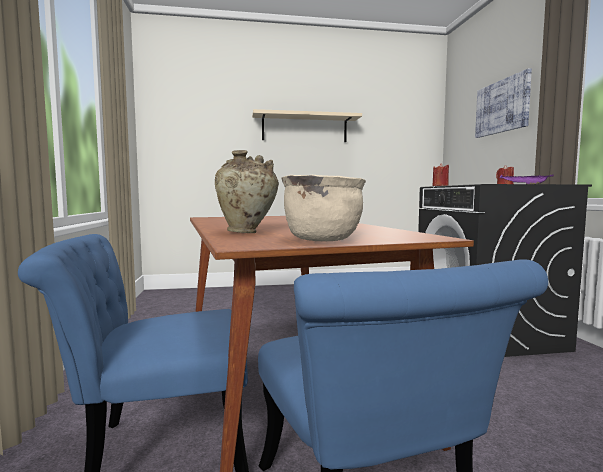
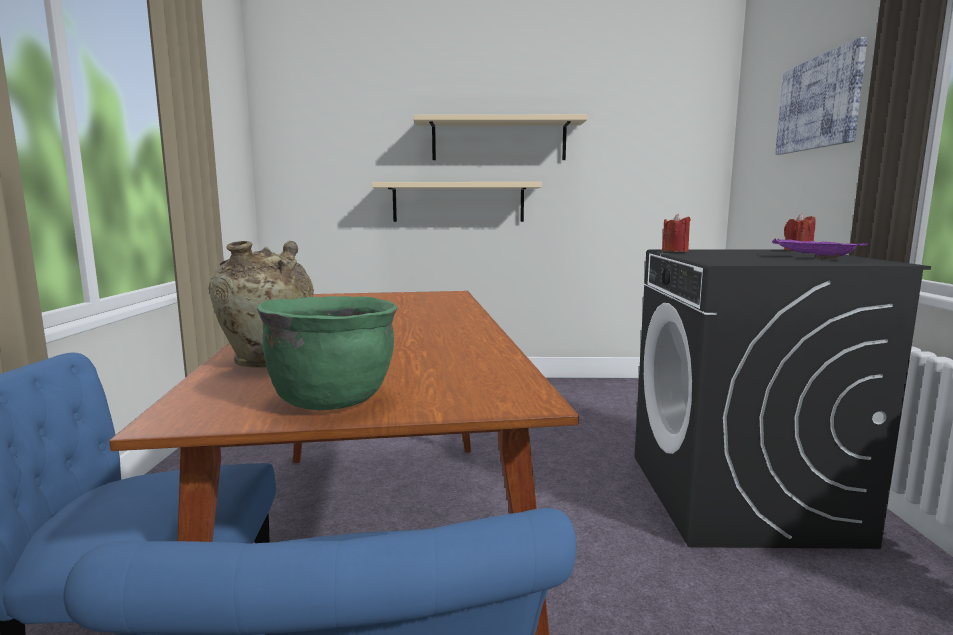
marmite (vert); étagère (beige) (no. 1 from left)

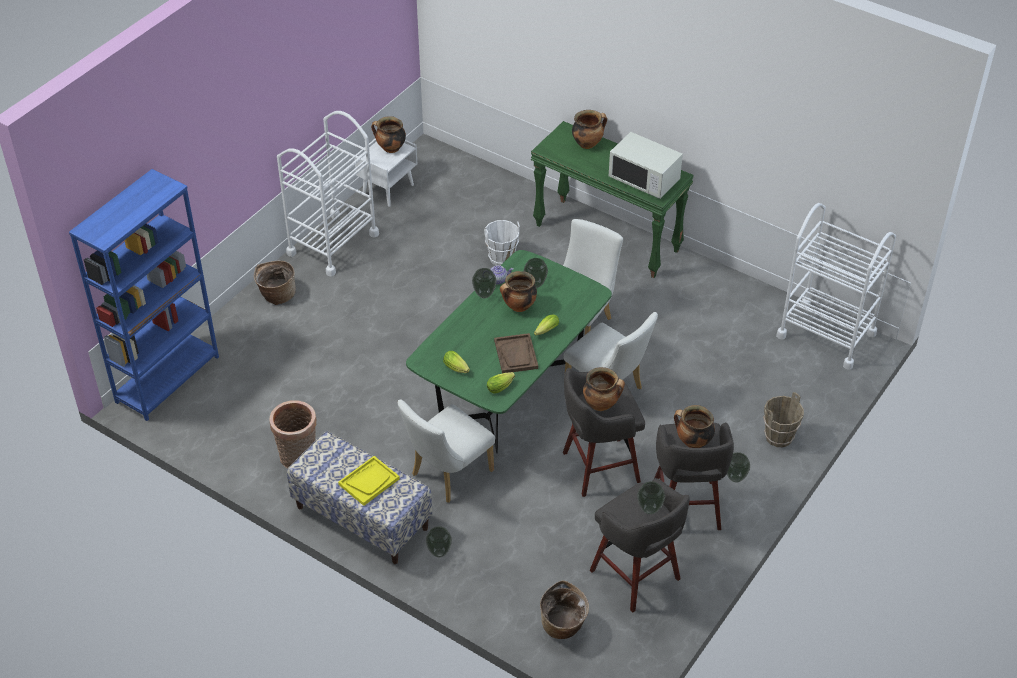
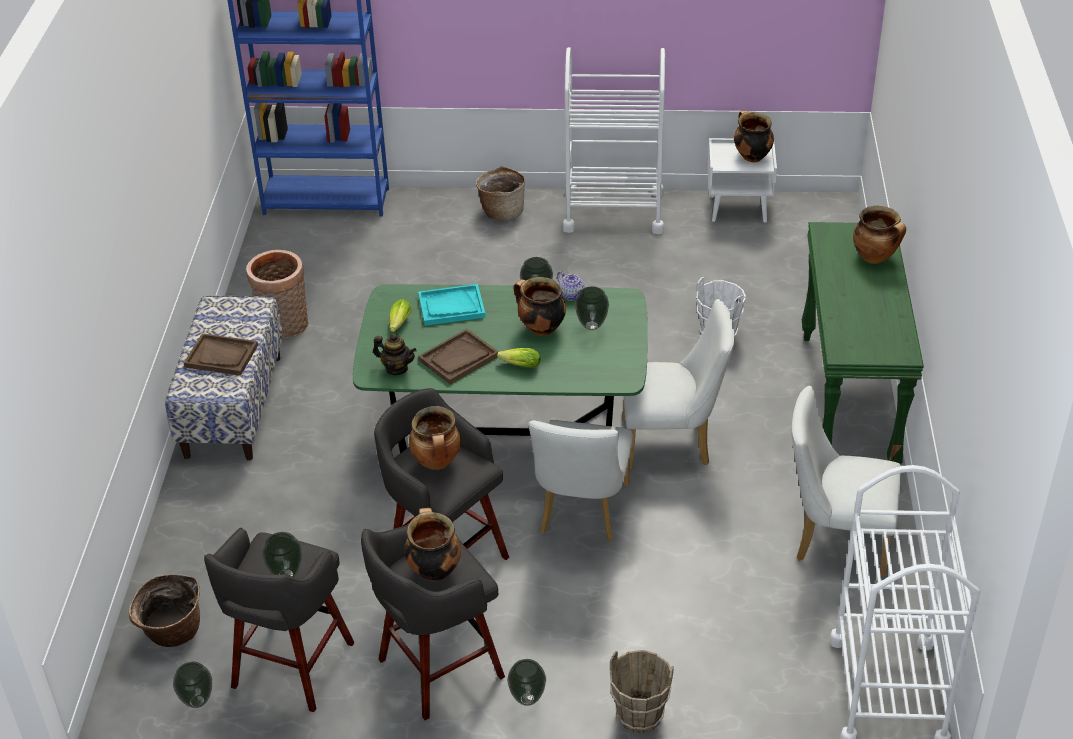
micro-ondes (blanc); théière (no. 1 from left); chaise (blanc) (no. 3 from left); plateau (marron) (no. 1 from left); vase (no. 1 from left); plateau (turquoise)

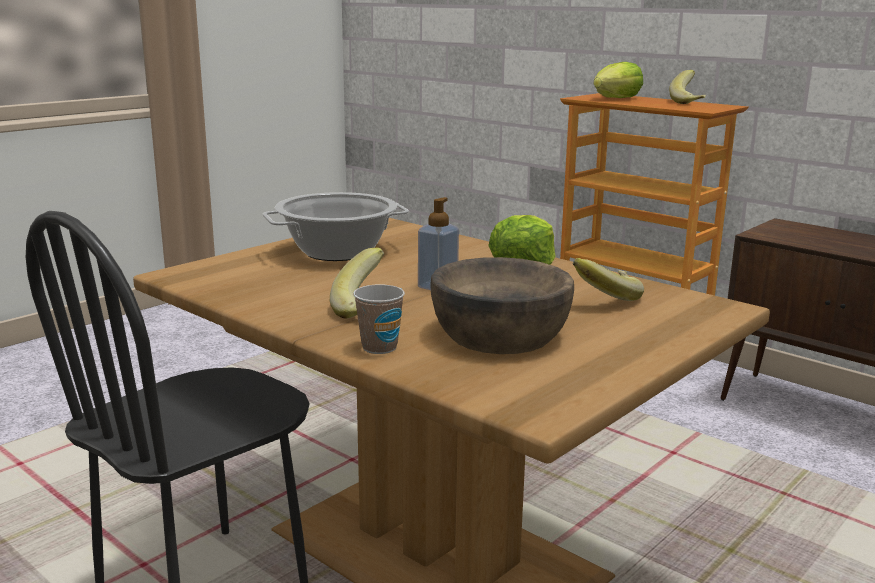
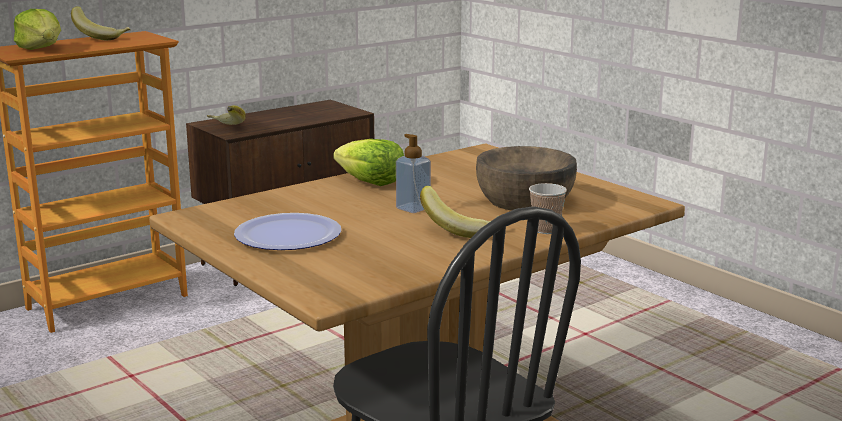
assiette; banane (no. 2 from left)

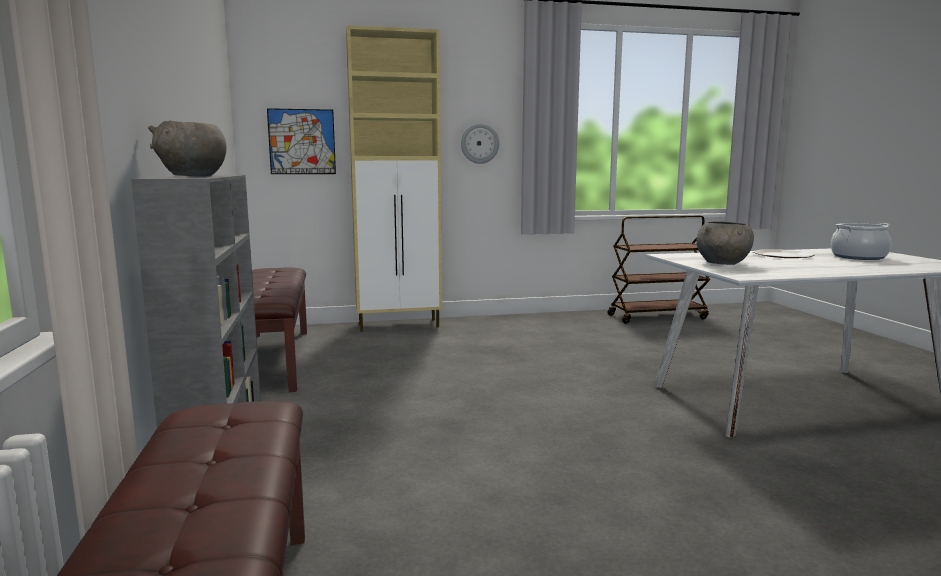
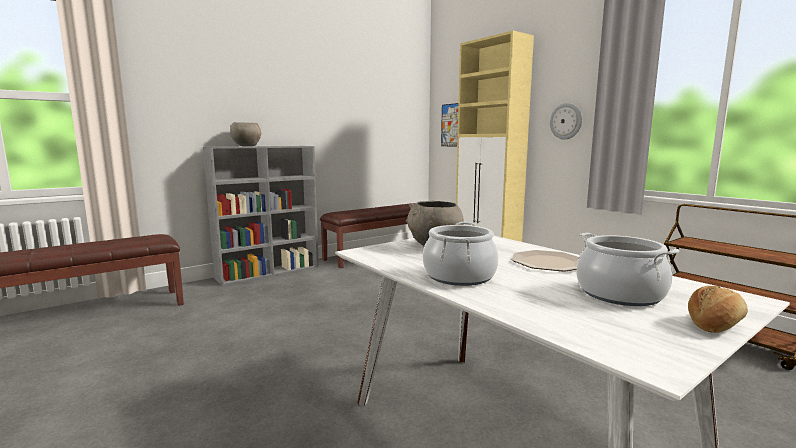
marmite (no. 1 from left); pain

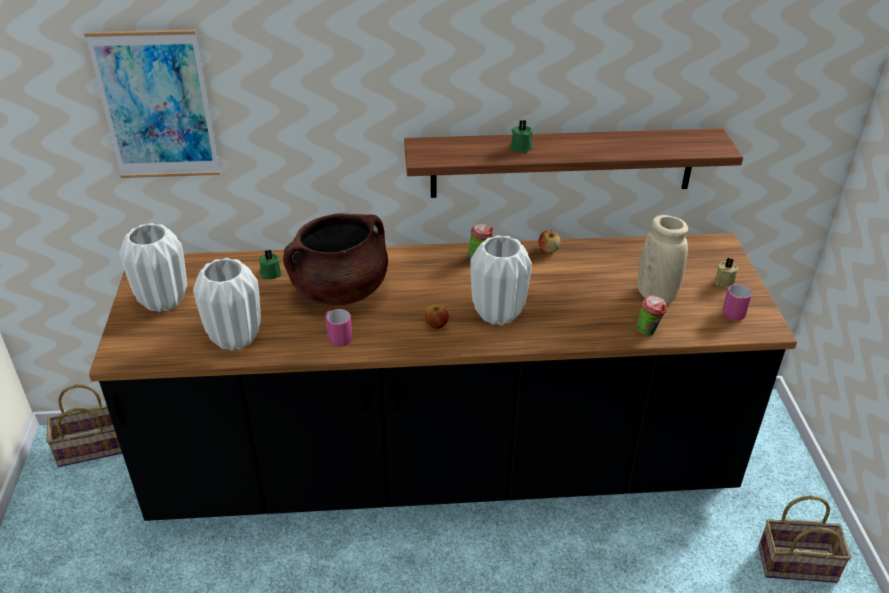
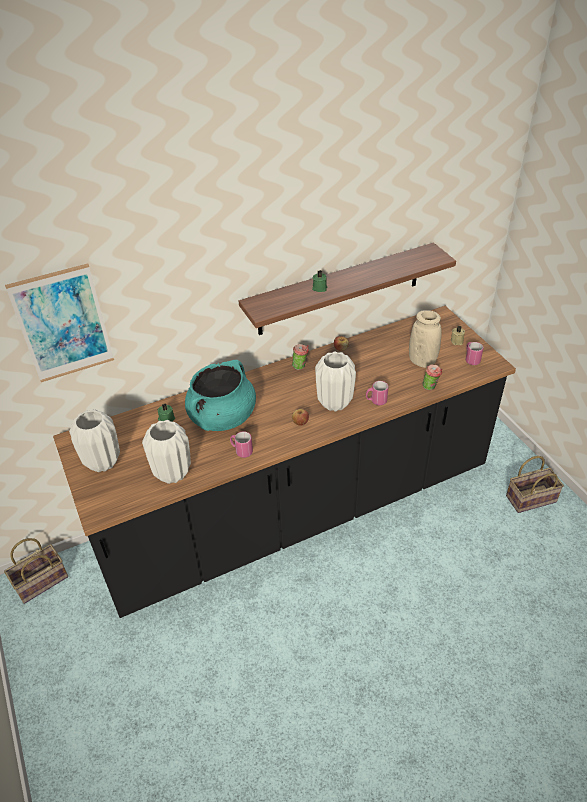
marmite (turquoise); mug (rose) (no. 2 from left)

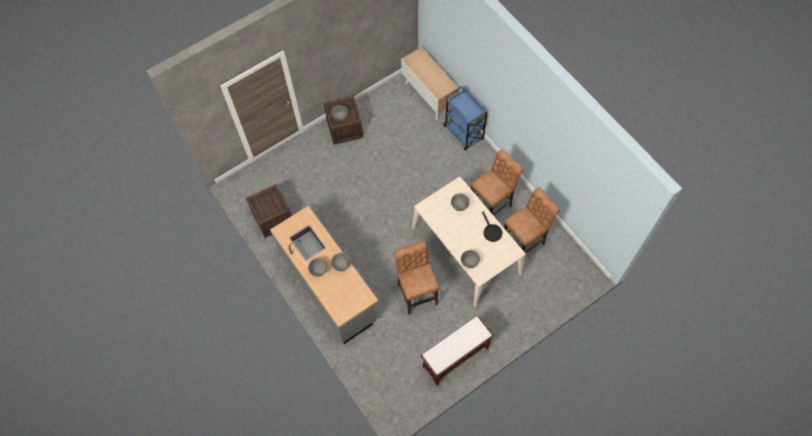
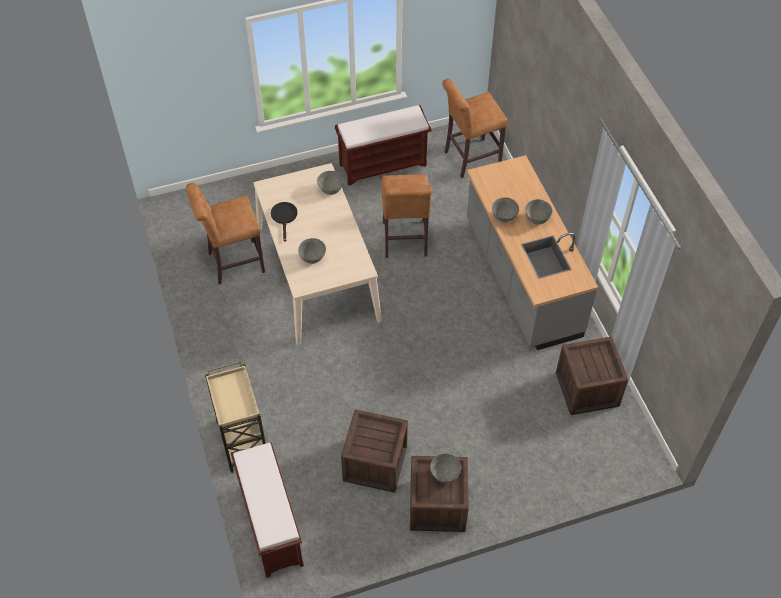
banc (marron) (no. 1 from left); chariot (beige); tabouret (marron) (no. 3 from left); caisse (no. 1 from left)

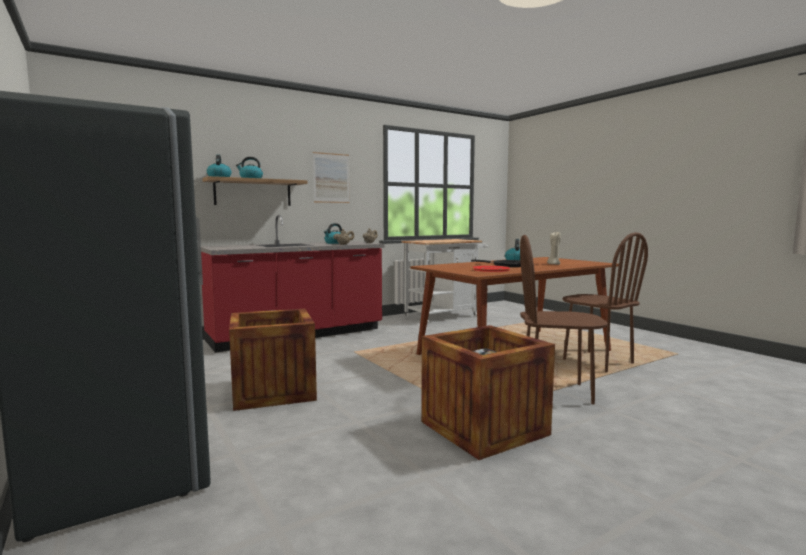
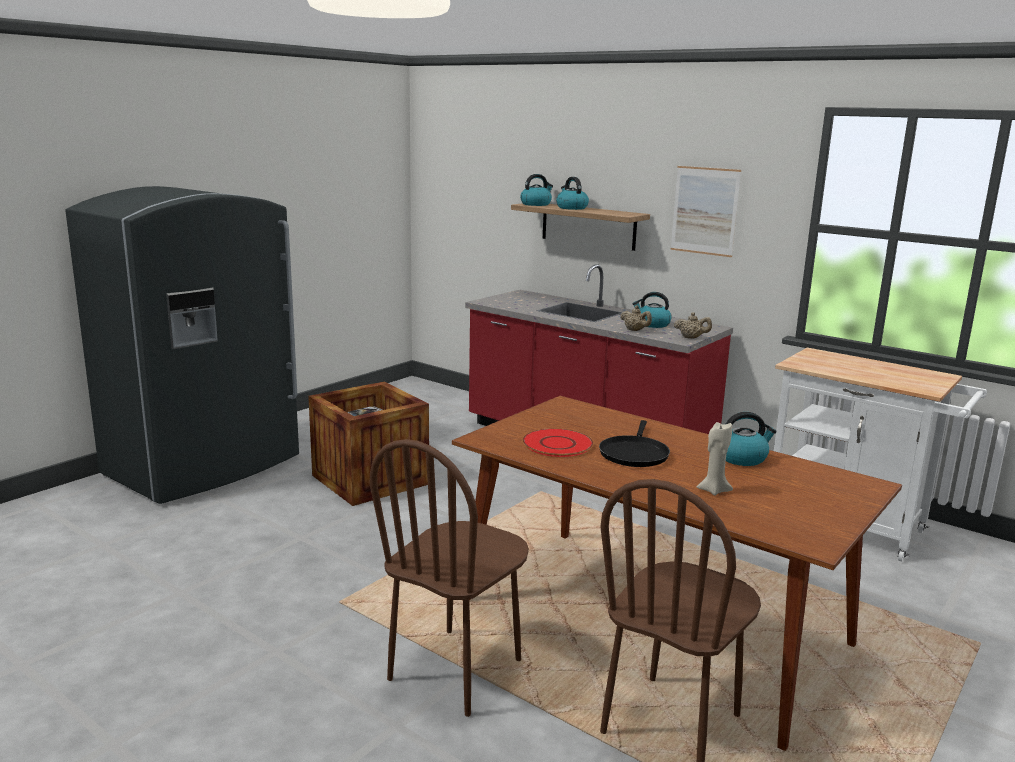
chaise (marron) (no. 1 from left); caisse (no. 2 from left in the first image)

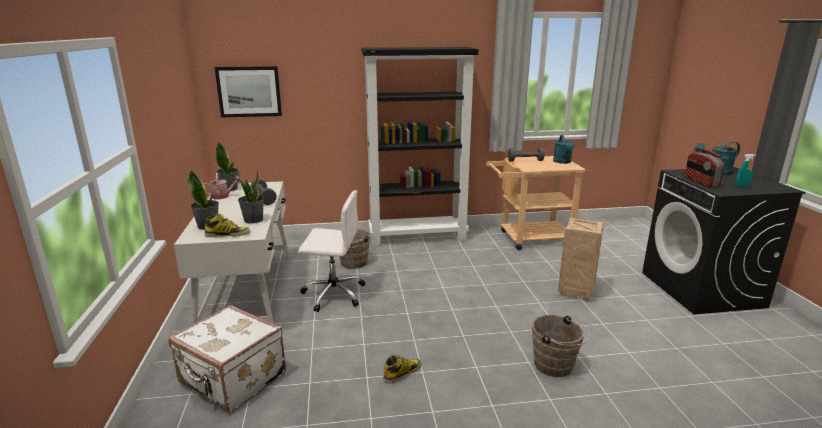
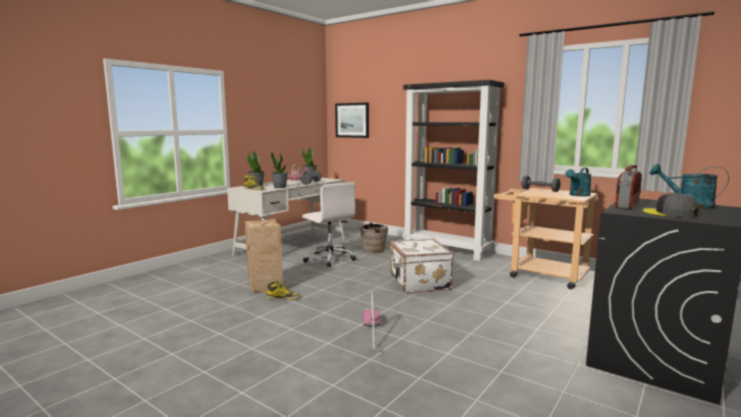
casquette (gris); caisse; valise (blanc); aspirateur

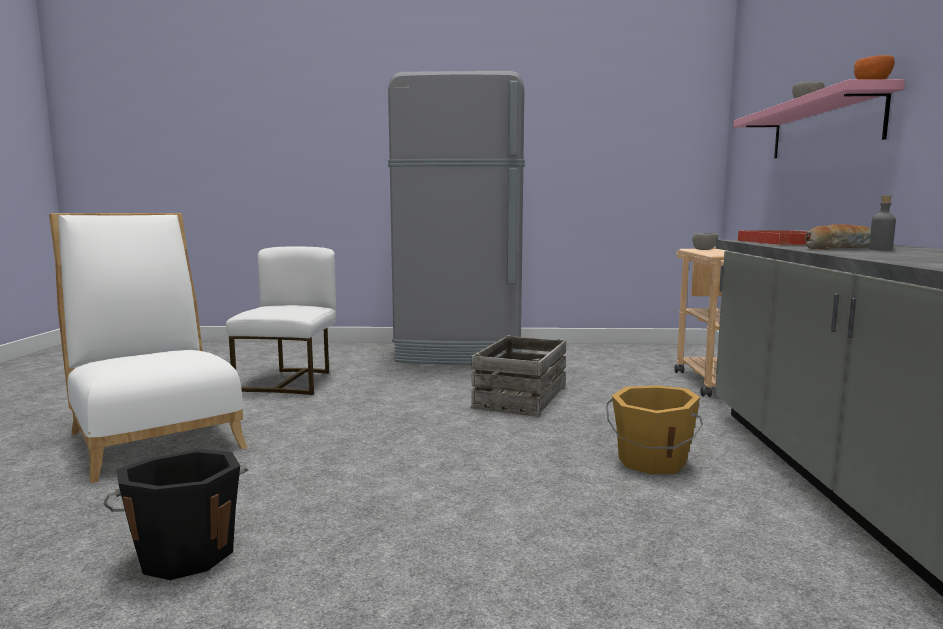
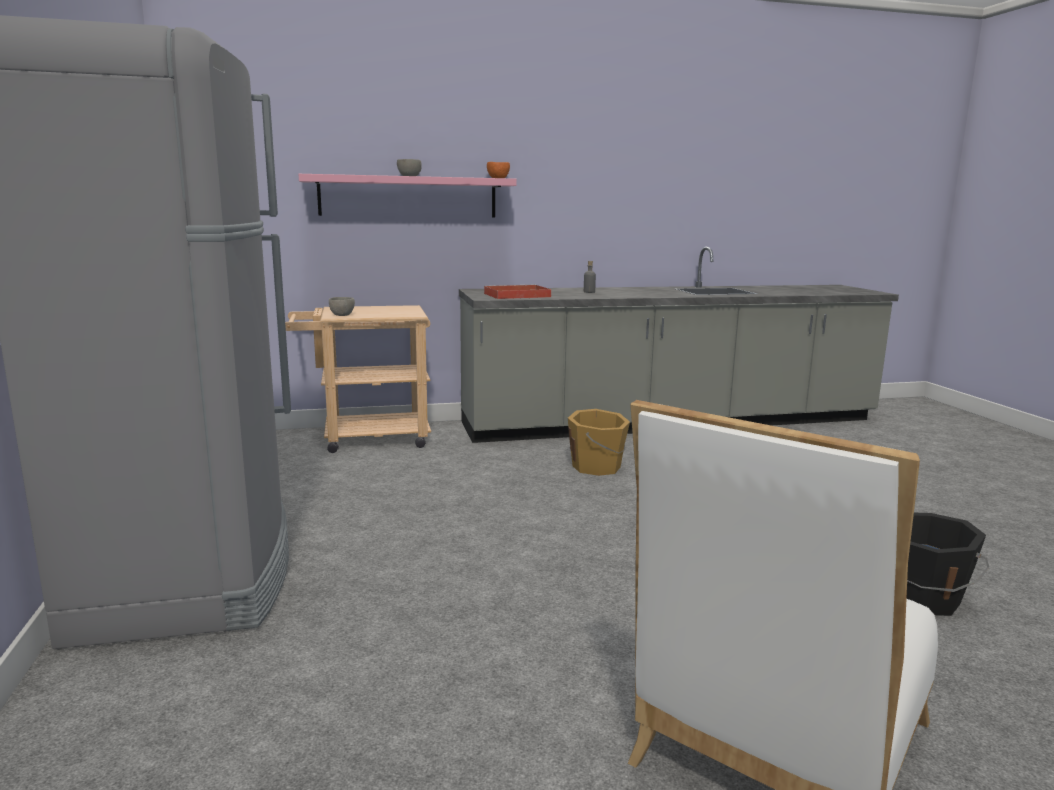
pain; chaise (blanc) (no. 2 from left in the first image); caisse

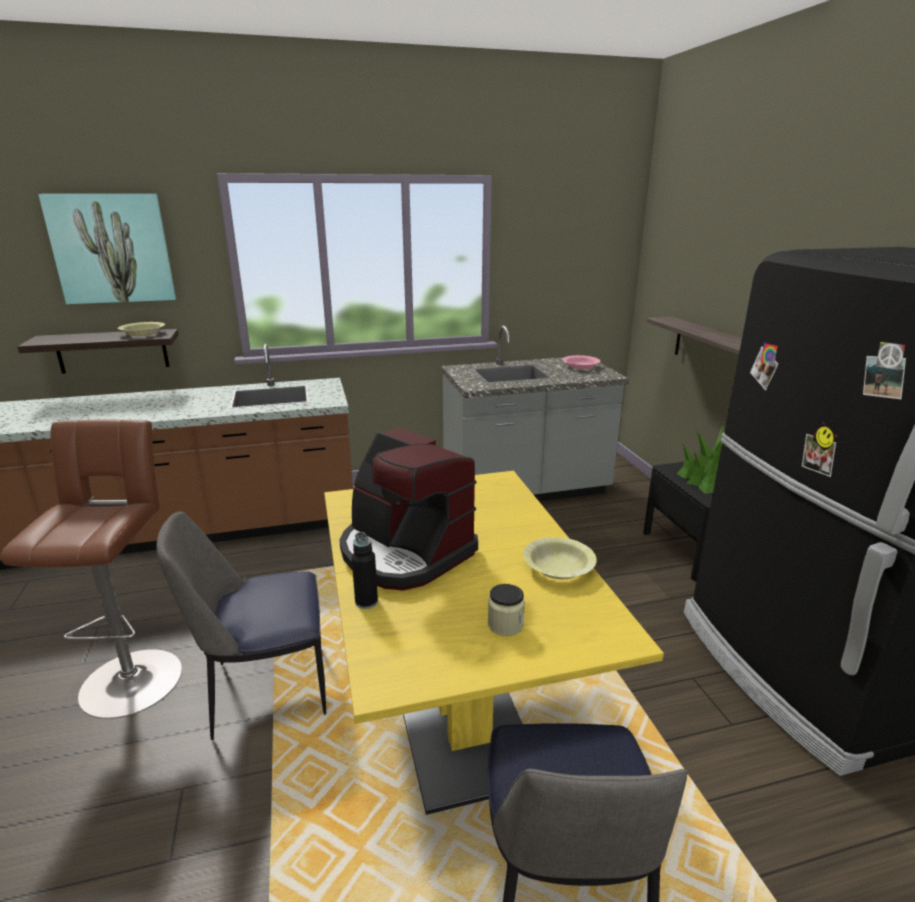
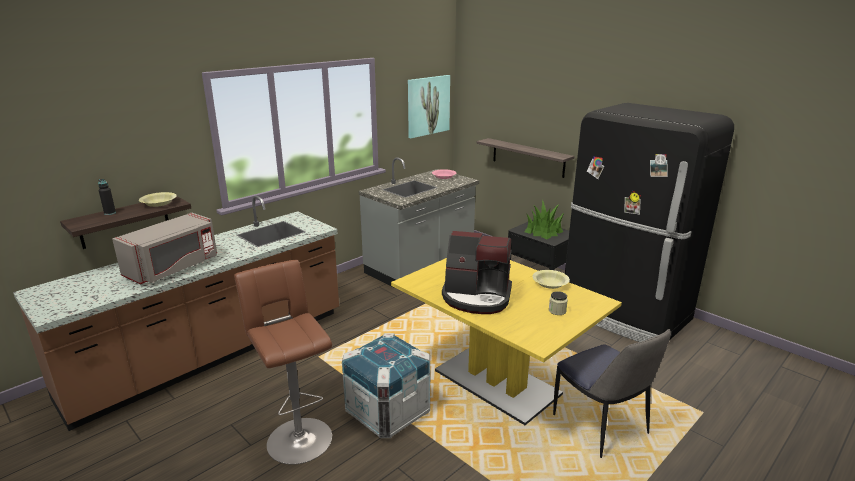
tableau; caisse; bouteille (noir); micro-ondes (gris)

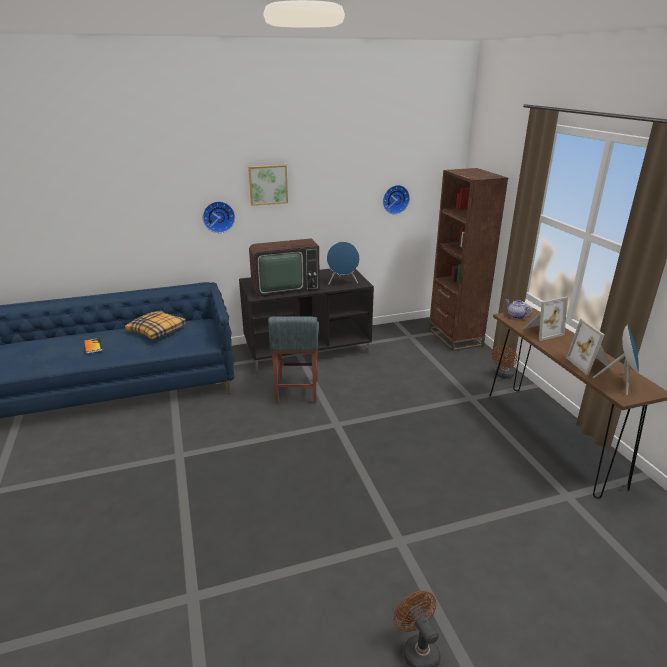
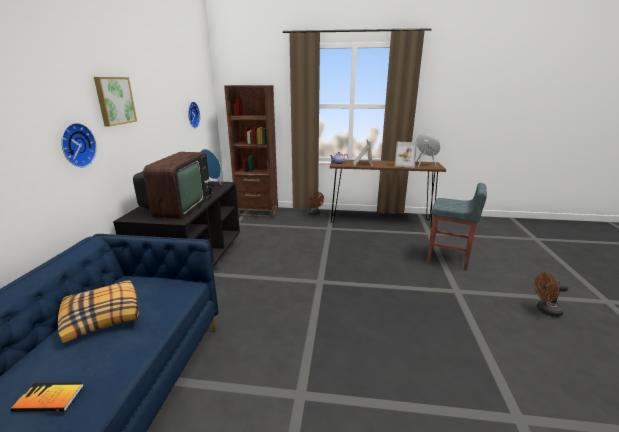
tabouret (gris)

